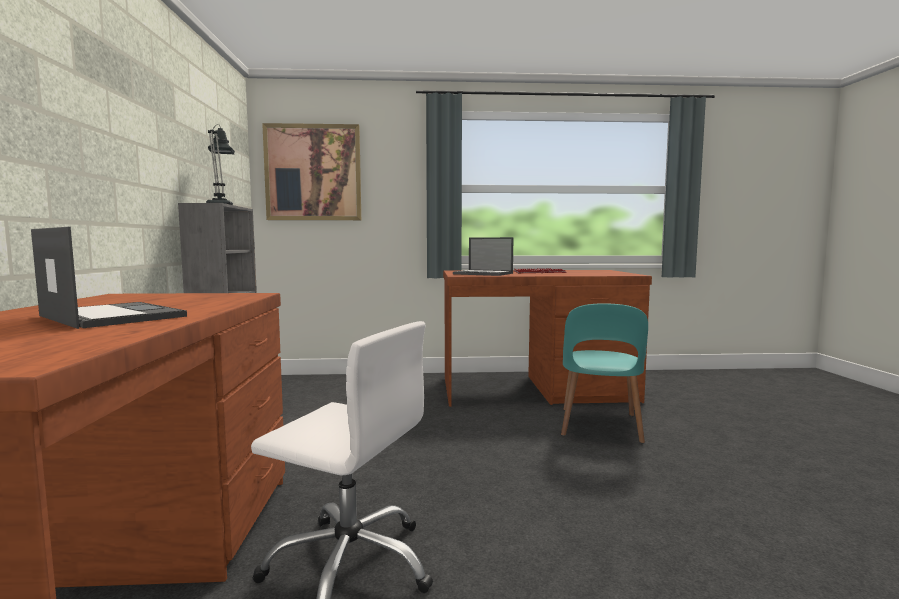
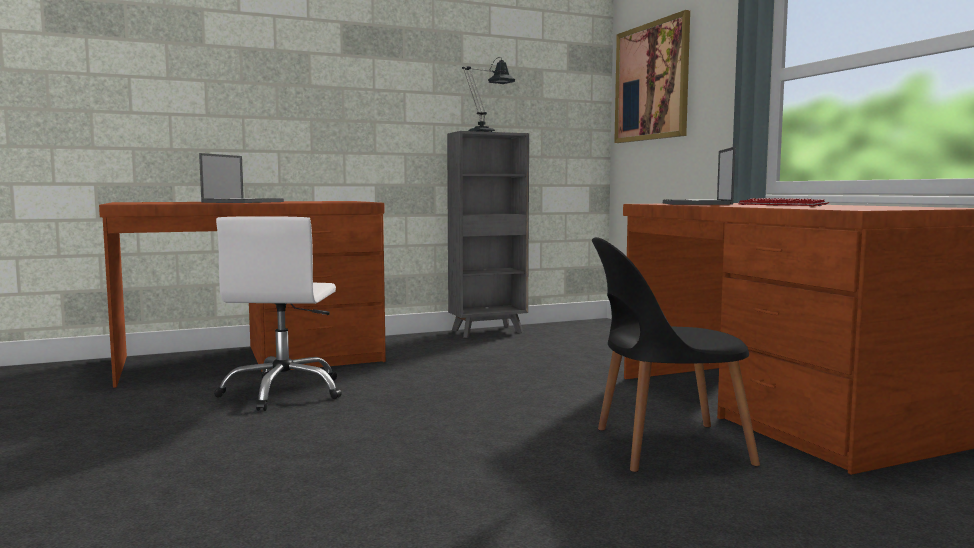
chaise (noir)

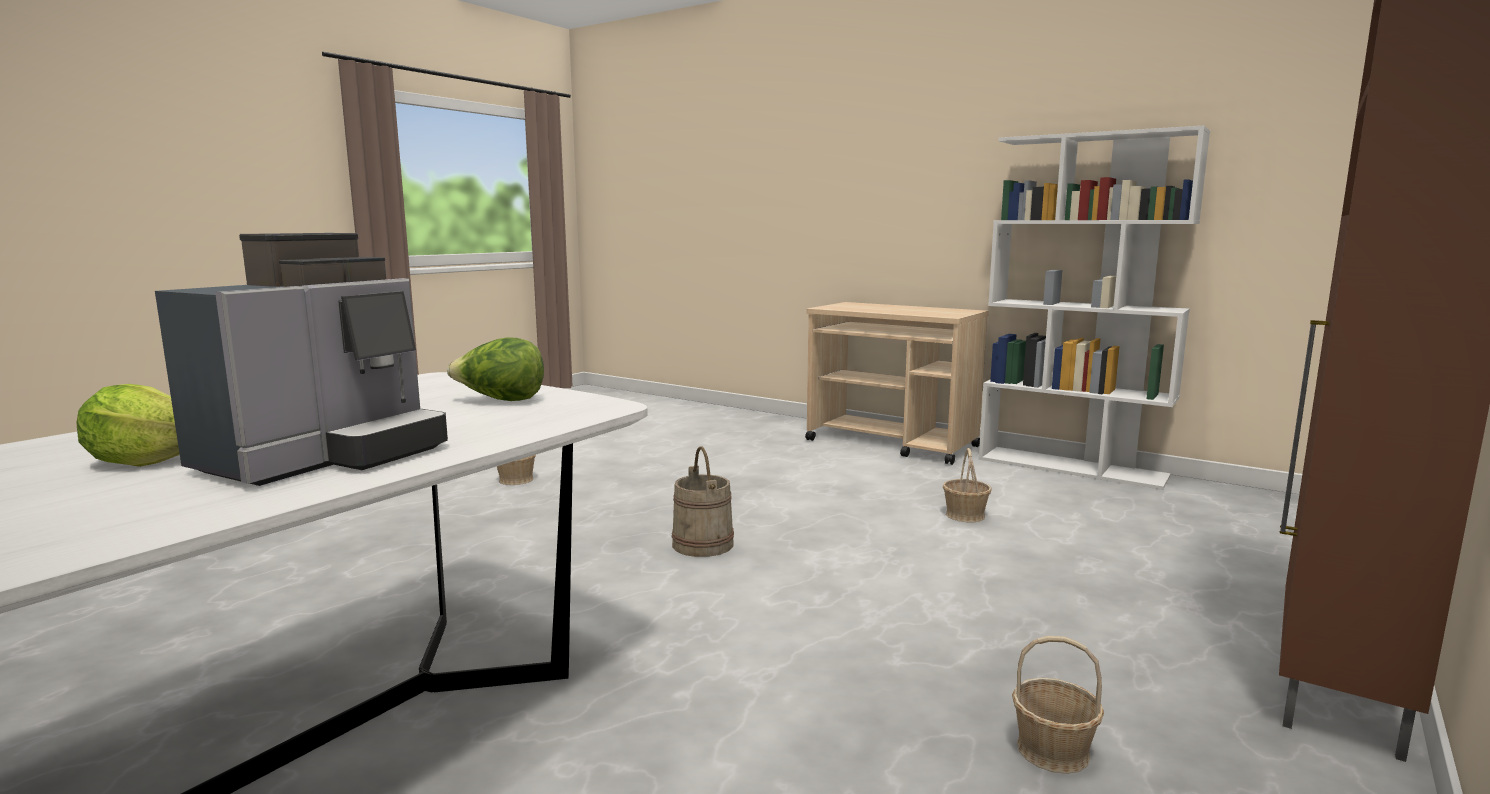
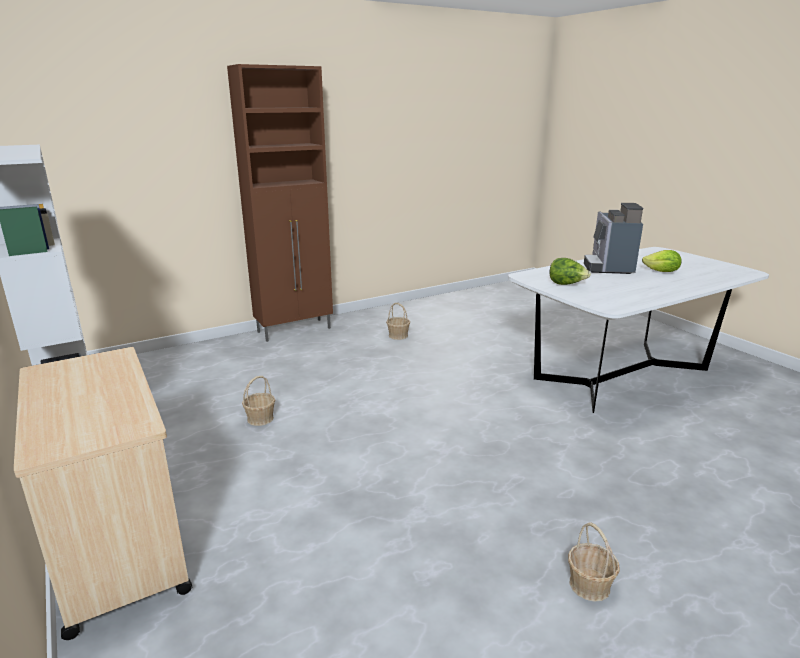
machine à café; seau (beige)

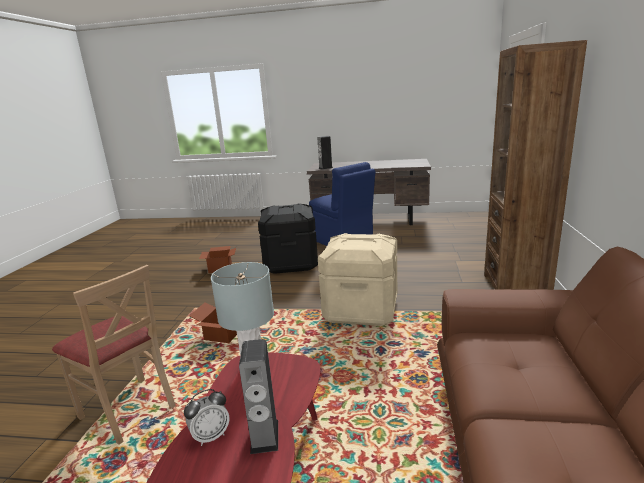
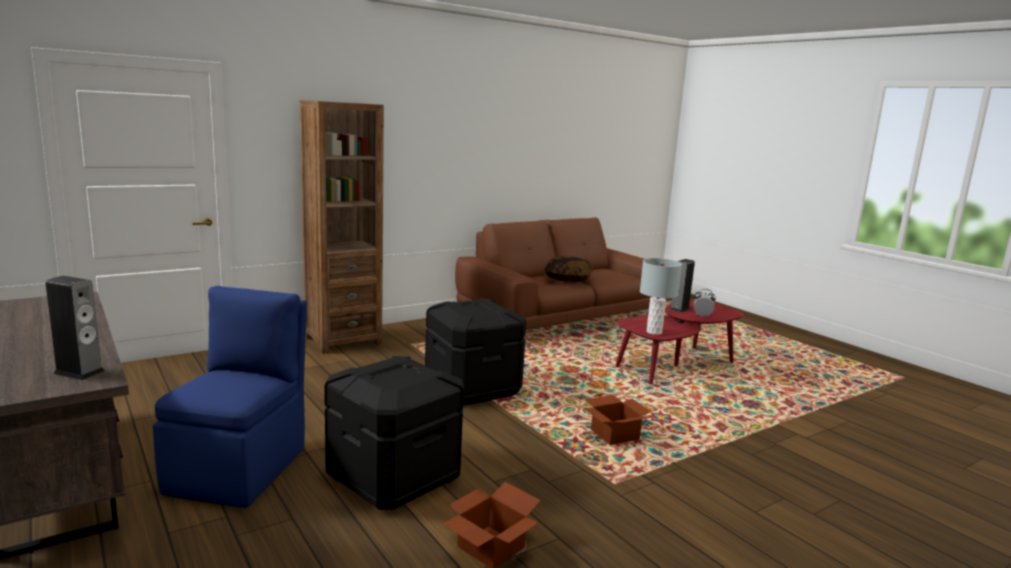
boîte de rangement (noir) (no. 2 from left); chaise (beige); coussin

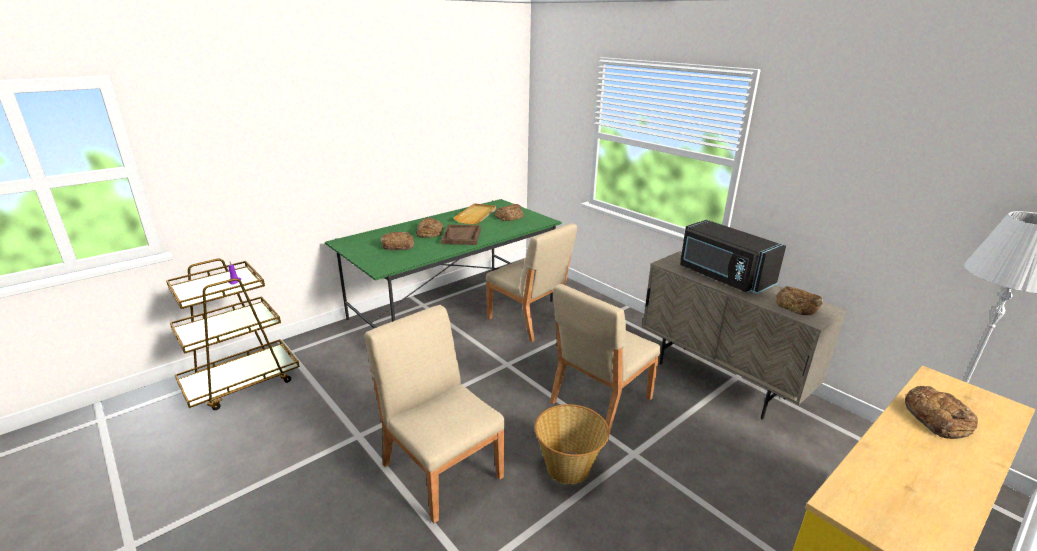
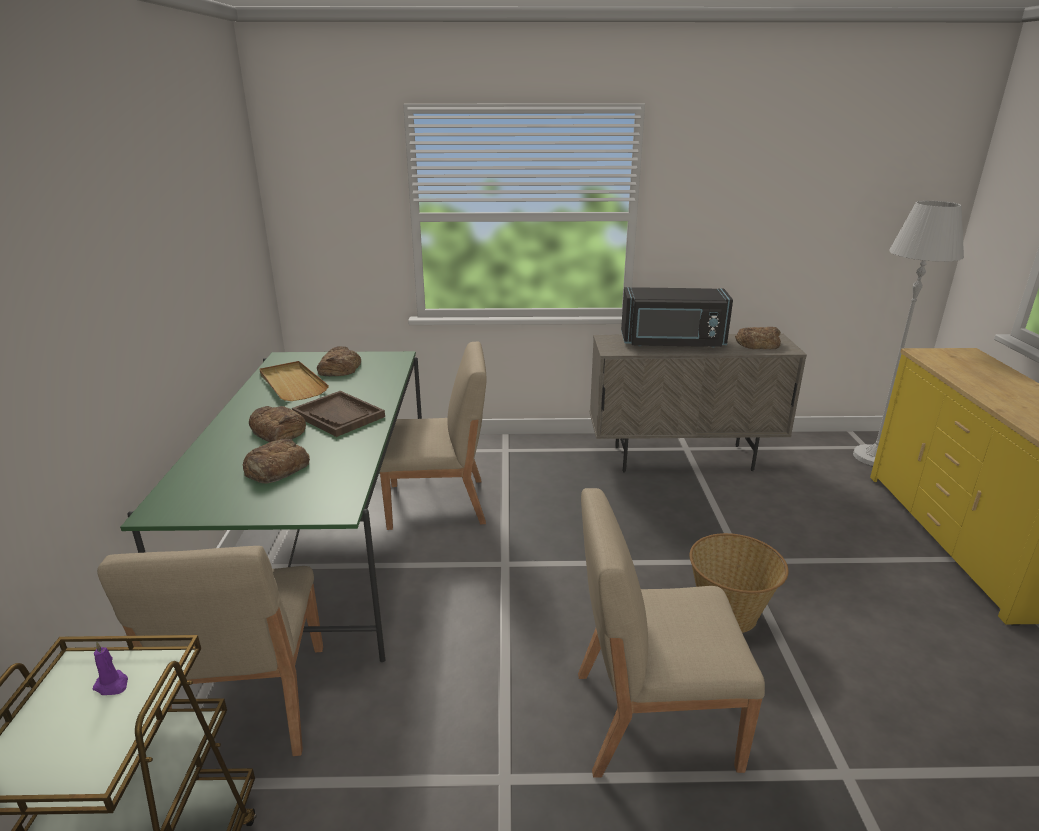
chaise (beige) (no. 1 from left); pain (no. 5 from left in the first image)

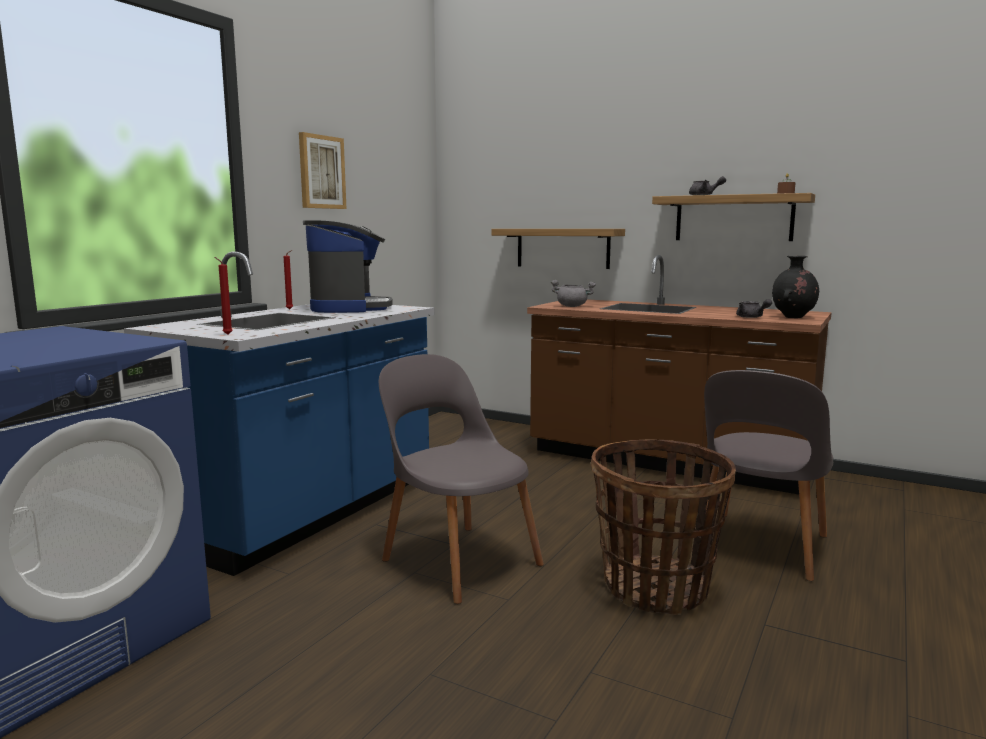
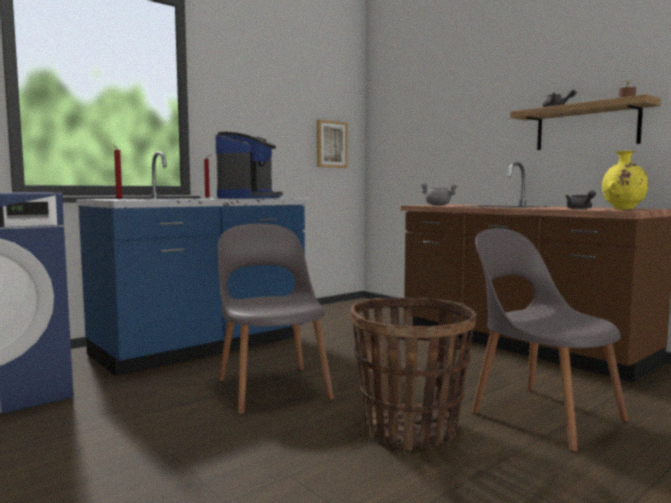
tableau; étagère (no. 1 from left in the first image); vase (jaune); chaise (gris) (no. 2 from left)

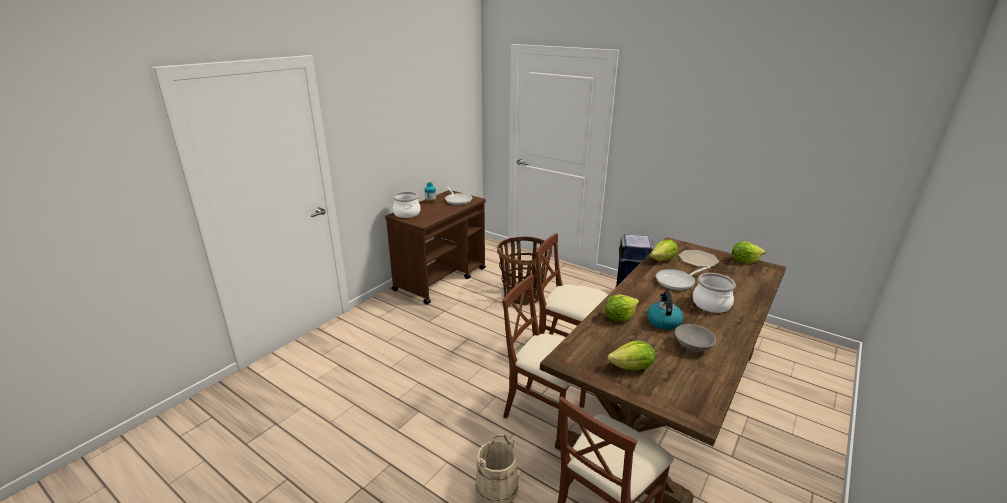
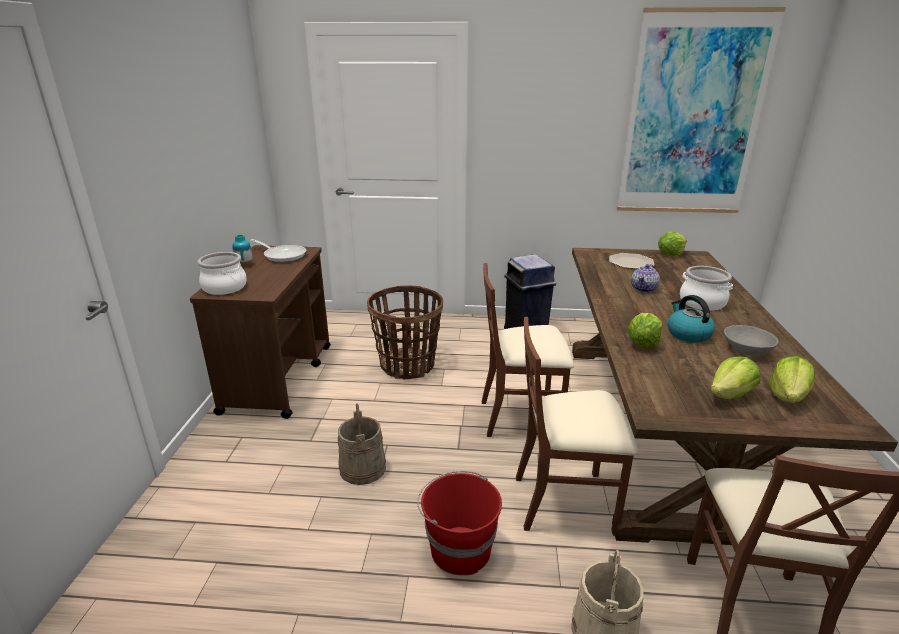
laitue (no. 4 from left); théière; tableau; seau (beige) (no. 1 from left); seau (rouge)

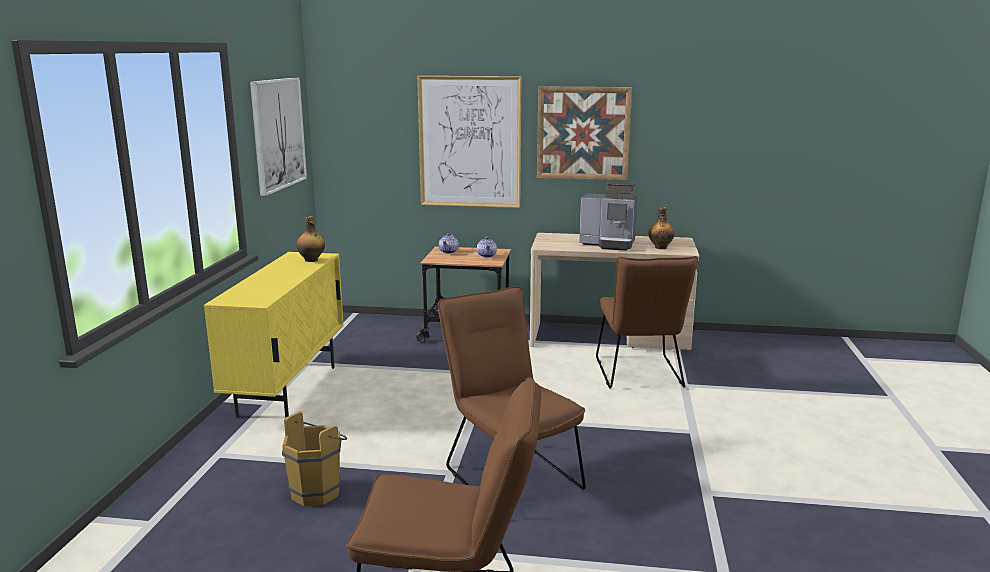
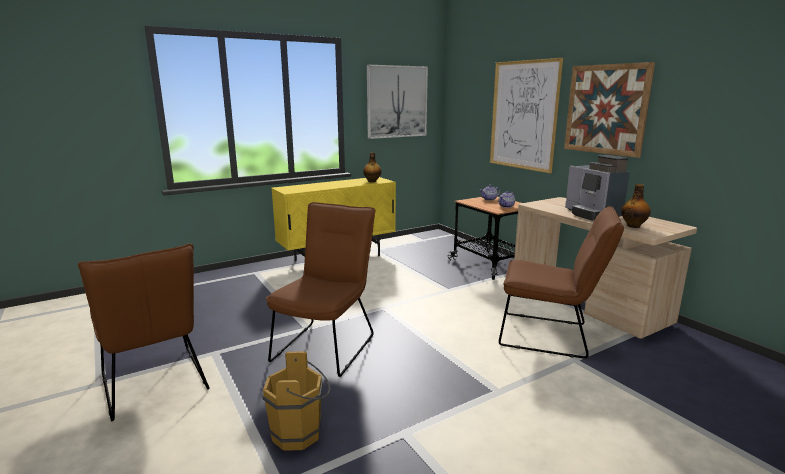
chaise (marron) (no. 3 from left); seau (marron)

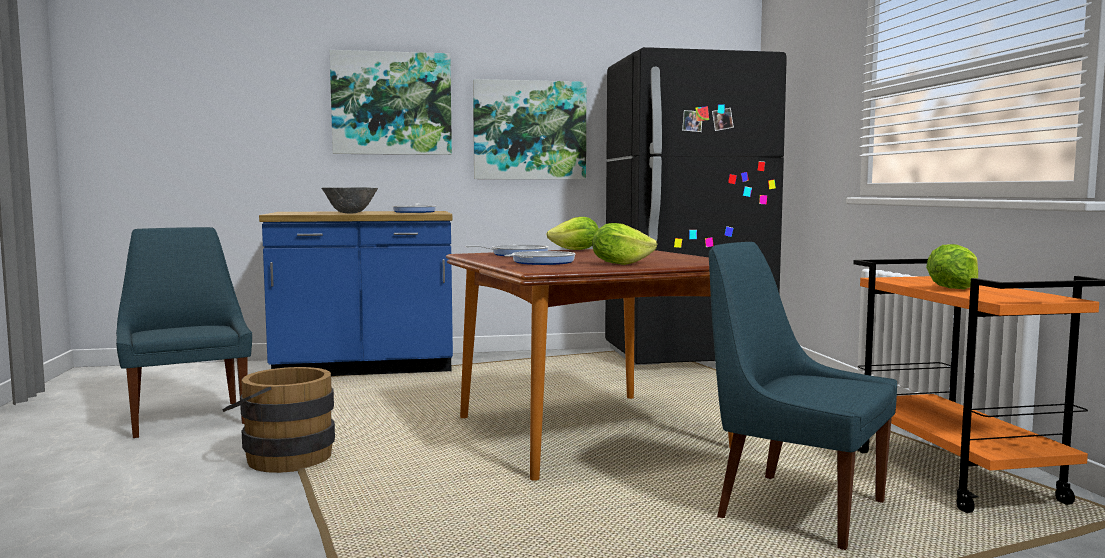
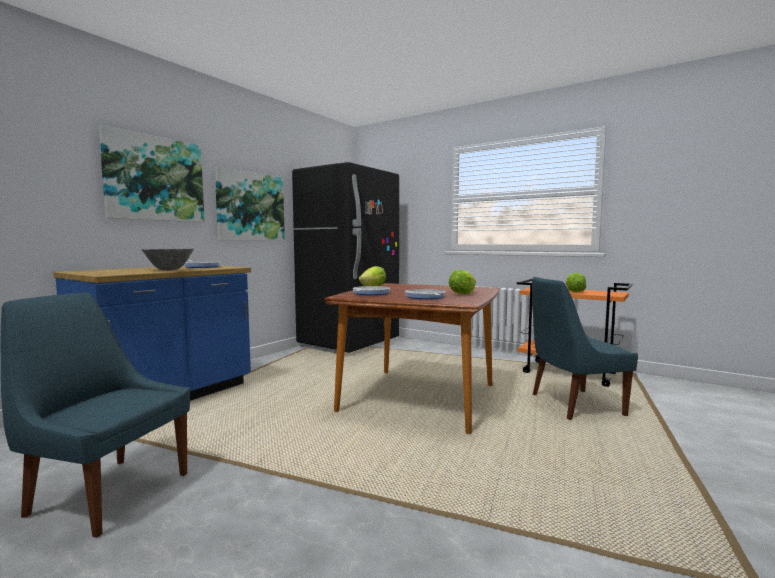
seau (marron)

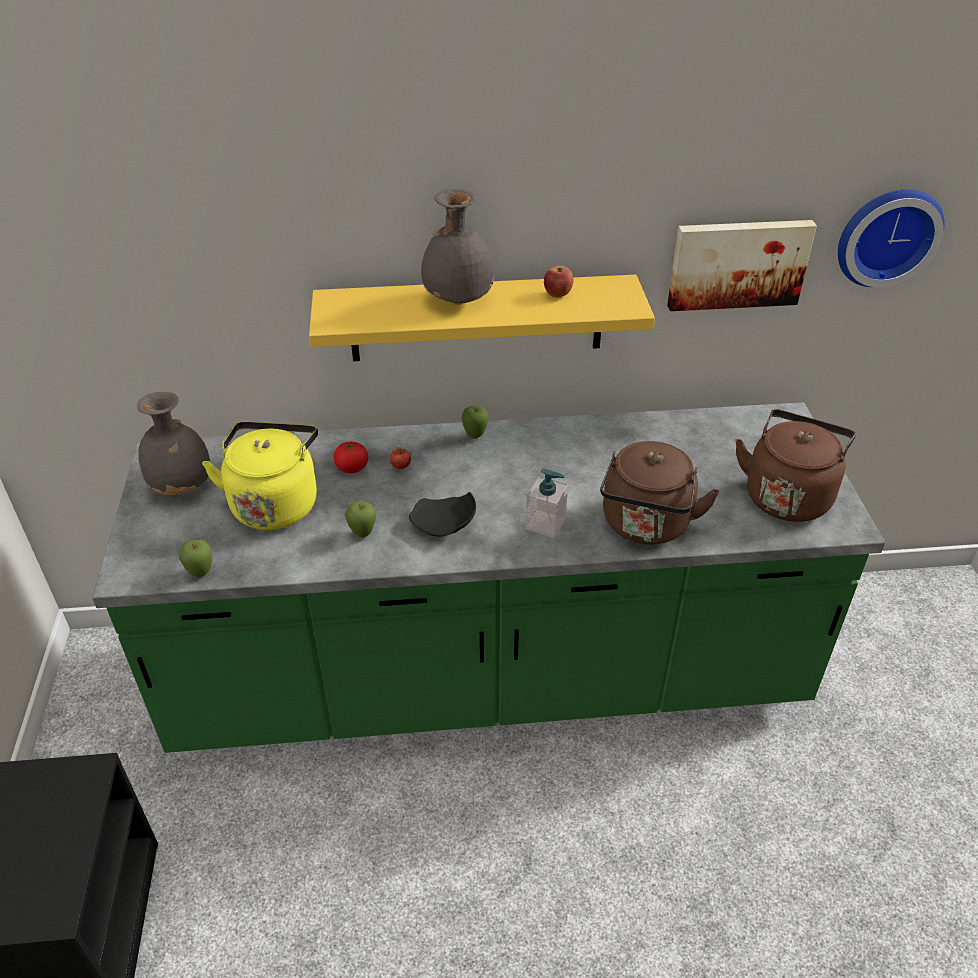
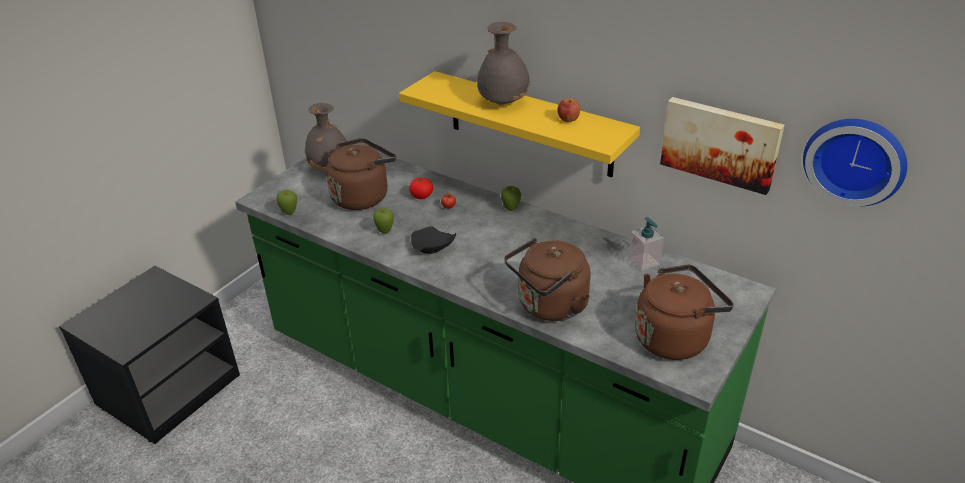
bouilloire (marron) (no. 1 from left); distributeur de savon

